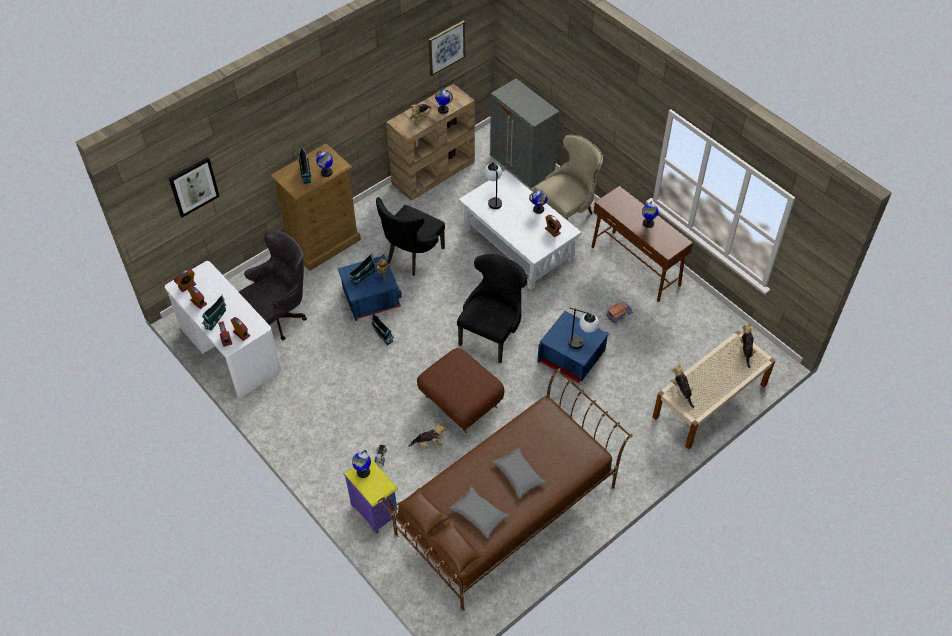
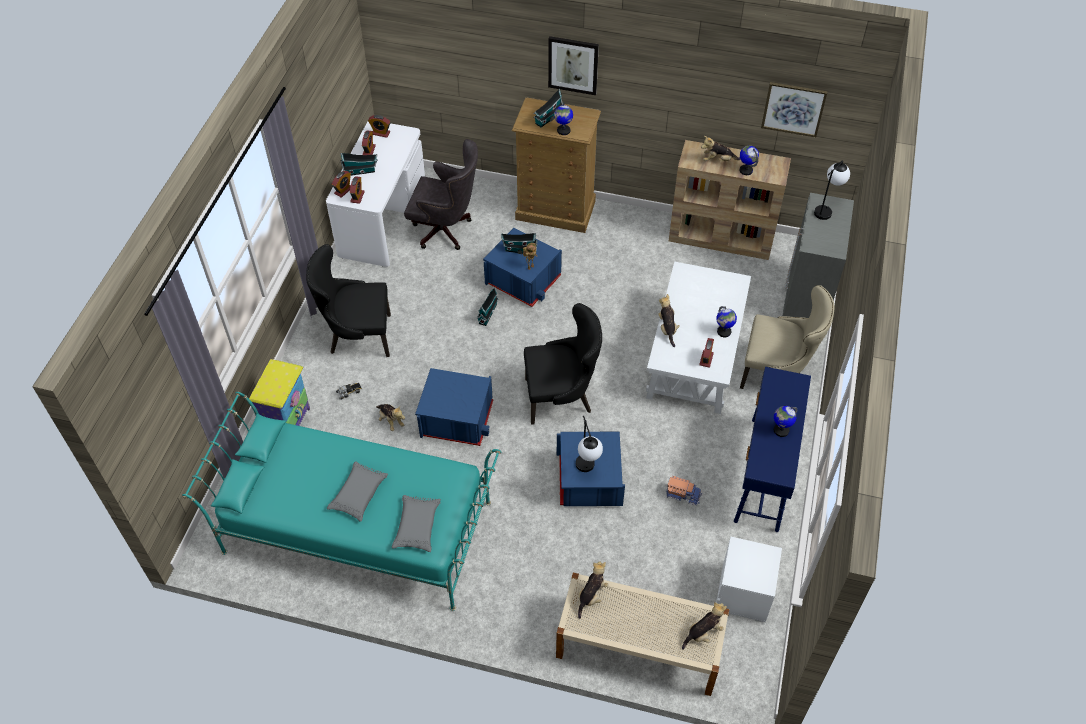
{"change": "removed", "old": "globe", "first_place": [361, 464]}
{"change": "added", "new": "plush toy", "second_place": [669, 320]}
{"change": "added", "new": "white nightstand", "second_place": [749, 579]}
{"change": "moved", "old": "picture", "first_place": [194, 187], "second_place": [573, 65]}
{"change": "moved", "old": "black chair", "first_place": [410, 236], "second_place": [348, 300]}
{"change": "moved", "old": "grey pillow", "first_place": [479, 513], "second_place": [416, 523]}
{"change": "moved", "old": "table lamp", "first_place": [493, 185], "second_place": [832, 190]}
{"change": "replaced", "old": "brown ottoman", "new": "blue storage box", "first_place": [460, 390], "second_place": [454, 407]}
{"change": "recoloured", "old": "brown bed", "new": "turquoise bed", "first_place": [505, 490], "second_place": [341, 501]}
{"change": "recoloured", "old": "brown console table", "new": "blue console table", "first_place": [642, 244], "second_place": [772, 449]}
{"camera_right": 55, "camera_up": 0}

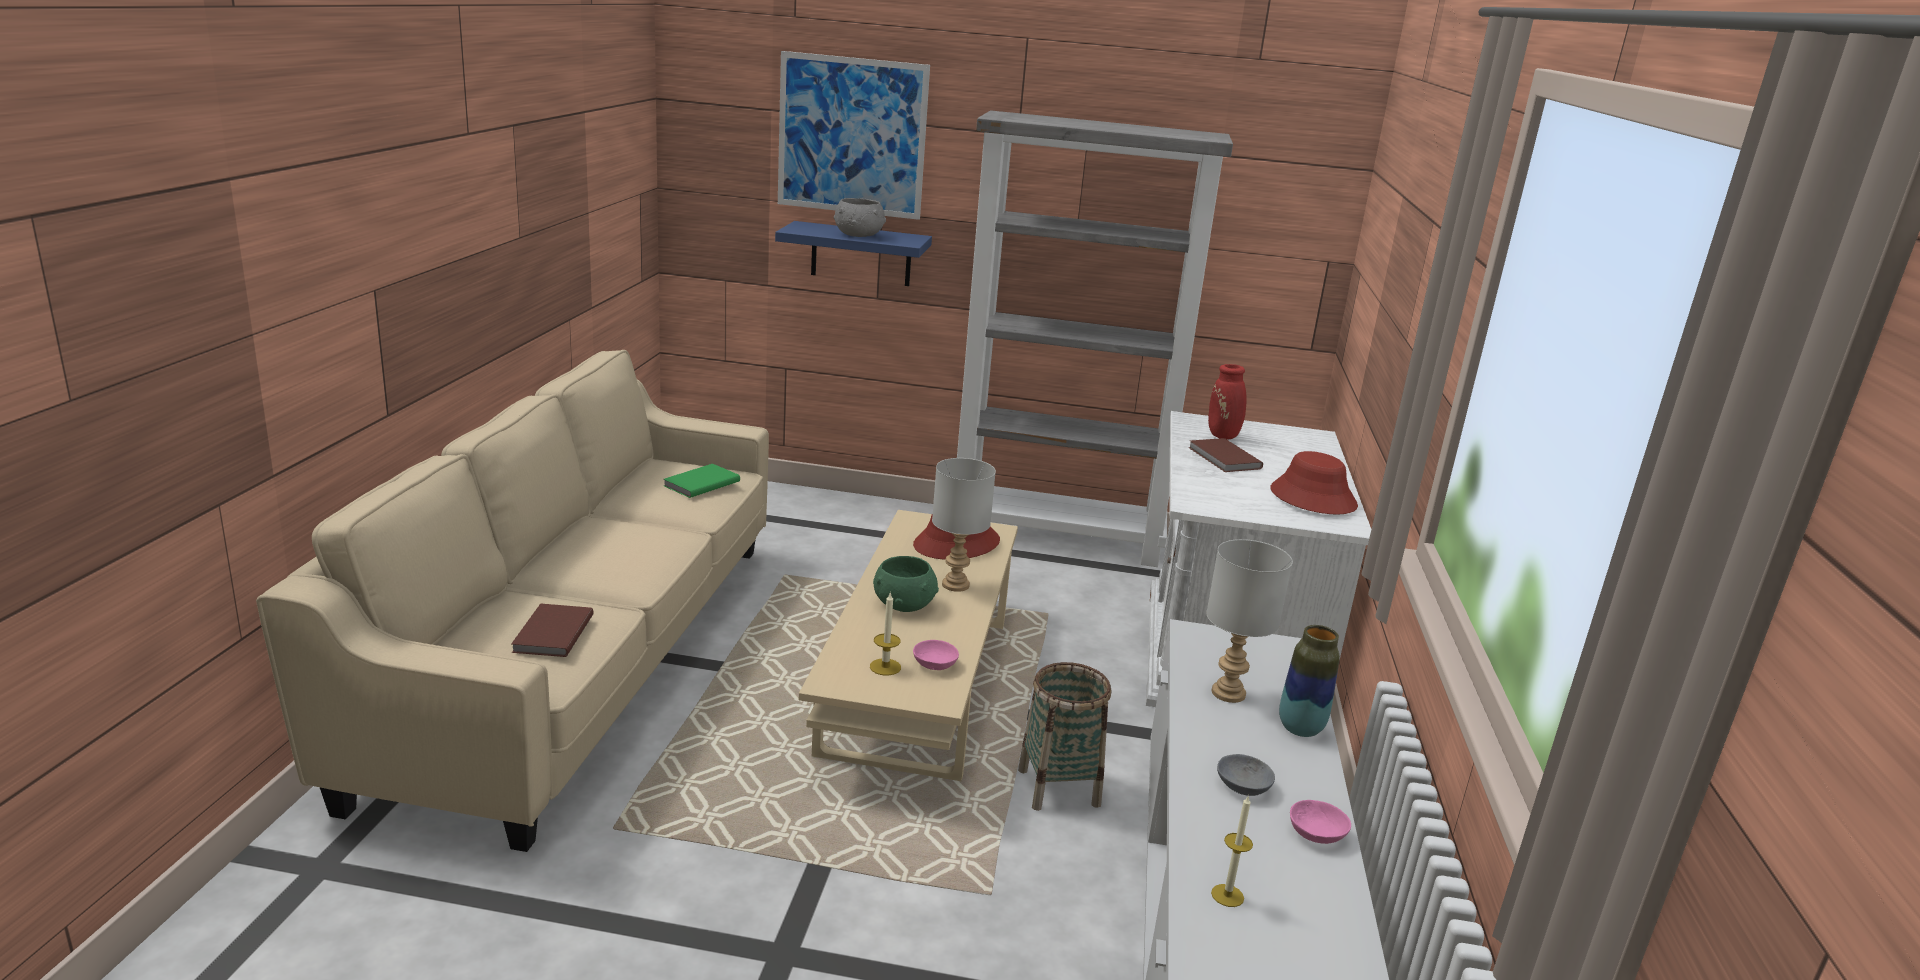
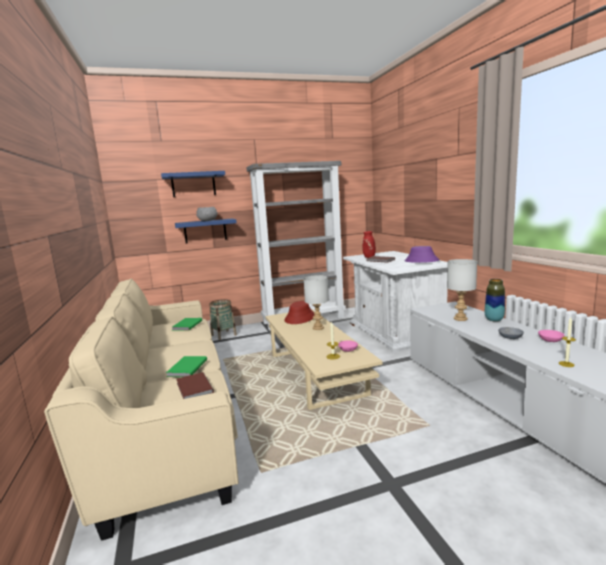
{"change": "removed", "old": "green bowl", "first_place": [906, 584]}
{"change": "added", "new": "green book", "second_place": [186, 366]}
{"change": "moved", "old": "basket", "first_place": [1064, 736], "second_place": [223, 319]}
{"change": "replaced", "old": "picture", "new": "blue shelf", "first_place": [854, 135], "second_place": [193, 184]}
{"change": "recoloured", "old": "red hat", "new": "purple hat", "first_place": [1314, 483], "second_place": [422, 254]}
{"camera_right": -25, "camera_up": -10}

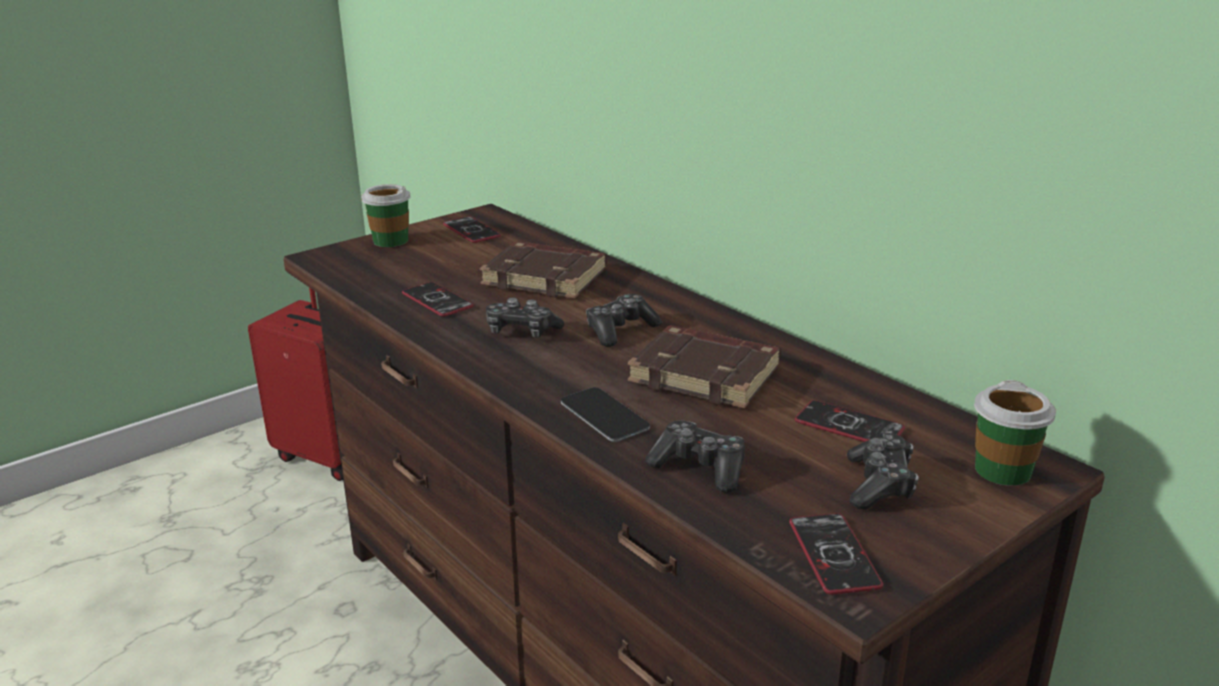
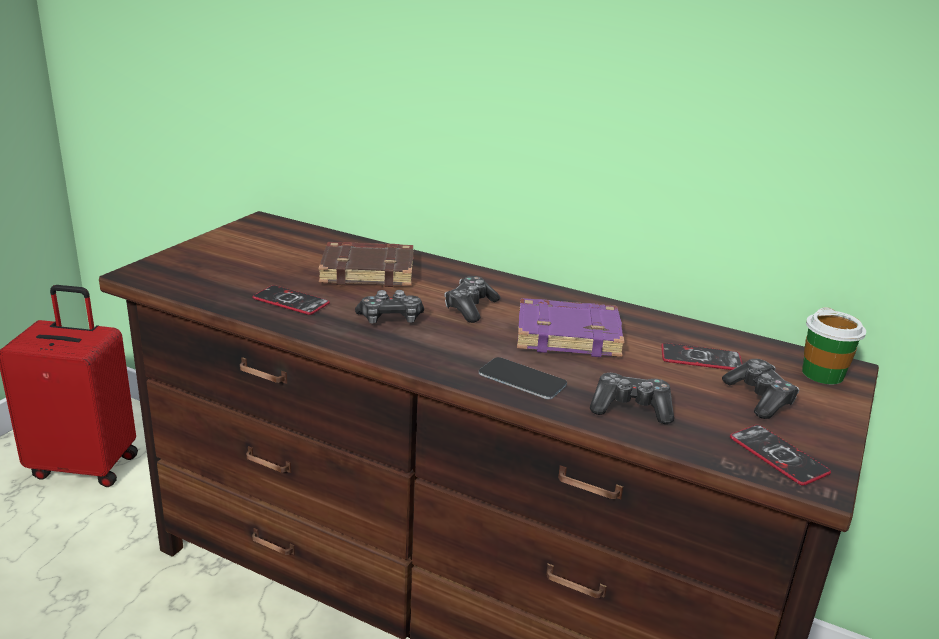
{"change": "removed", "old": "cup", "first_place": [386, 215]}
{"change": "removed", "old": "phone", "first_place": [472, 229]}
{"change": "recoloured", "old": "brown book", "new": "purple book", "first_place": [704, 366], "second_place": [571, 327]}
{"camera_right": -25, "camera_up": 0}

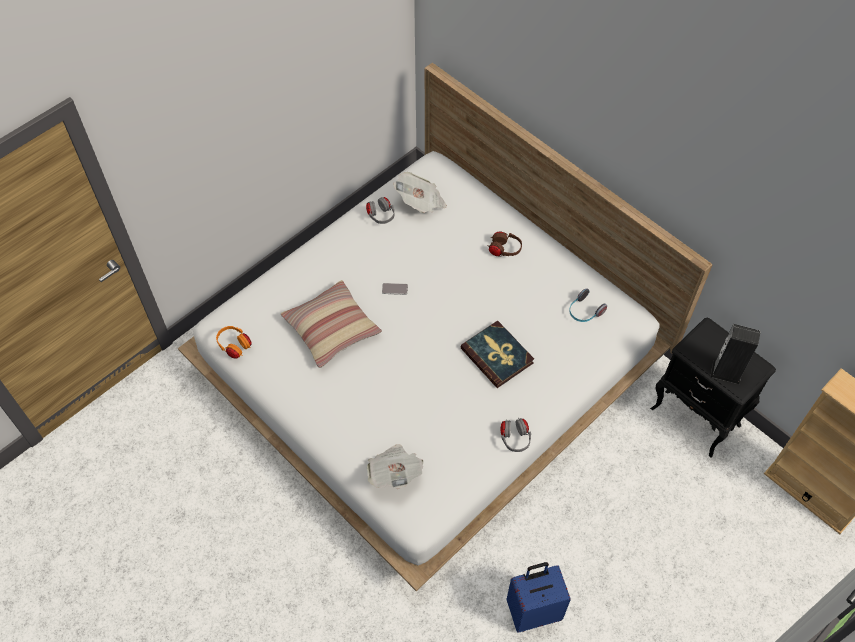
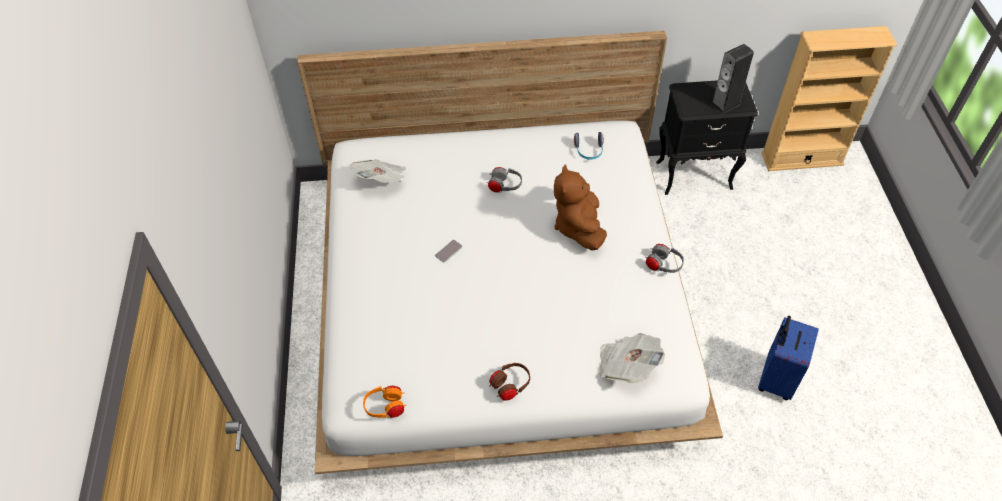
{"change": "removed", "old": "pillow", "first_place": [331, 324]}
{"change": "moved", "old": "grey headphones", "first_place": [380, 210], "second_place": [504, 180]}
{"change": "moved", "old": "brown headphones", "first_place": [505, 244], "second_place": [509, 382]}
{"change": "replaced", "old": "book", "new": "brown plush toy", "first_place": [497, 354], "second_place": [580, 207]}
{"camera_right": -50, "camera_up": -5}

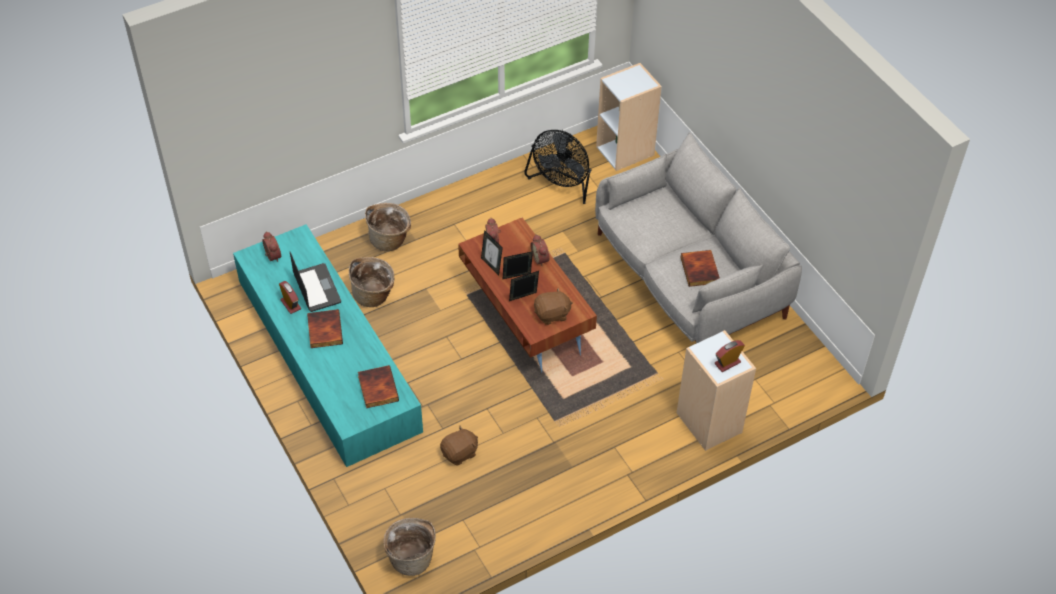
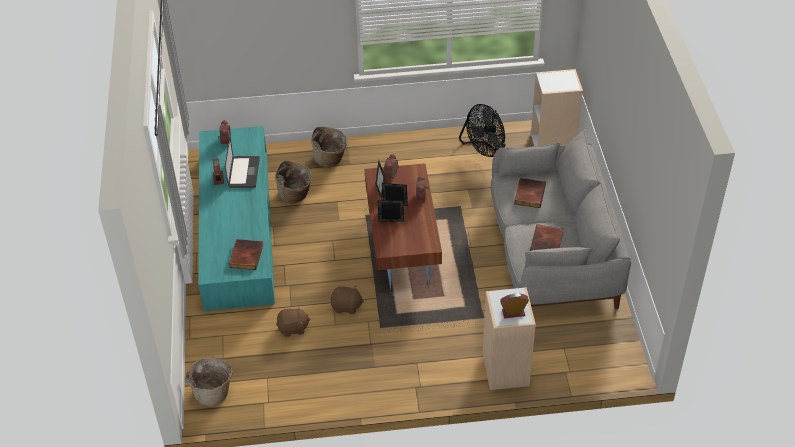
{"change": "moved", "old": "book", "first_place": [325, 328], "second_place": [530, 193]}
{"change": "moved", "old": "brown plush toy", "first_place": [553, 306], "second_place": [347, 300]}
{"camera_right": 25, "camera_up": -5}

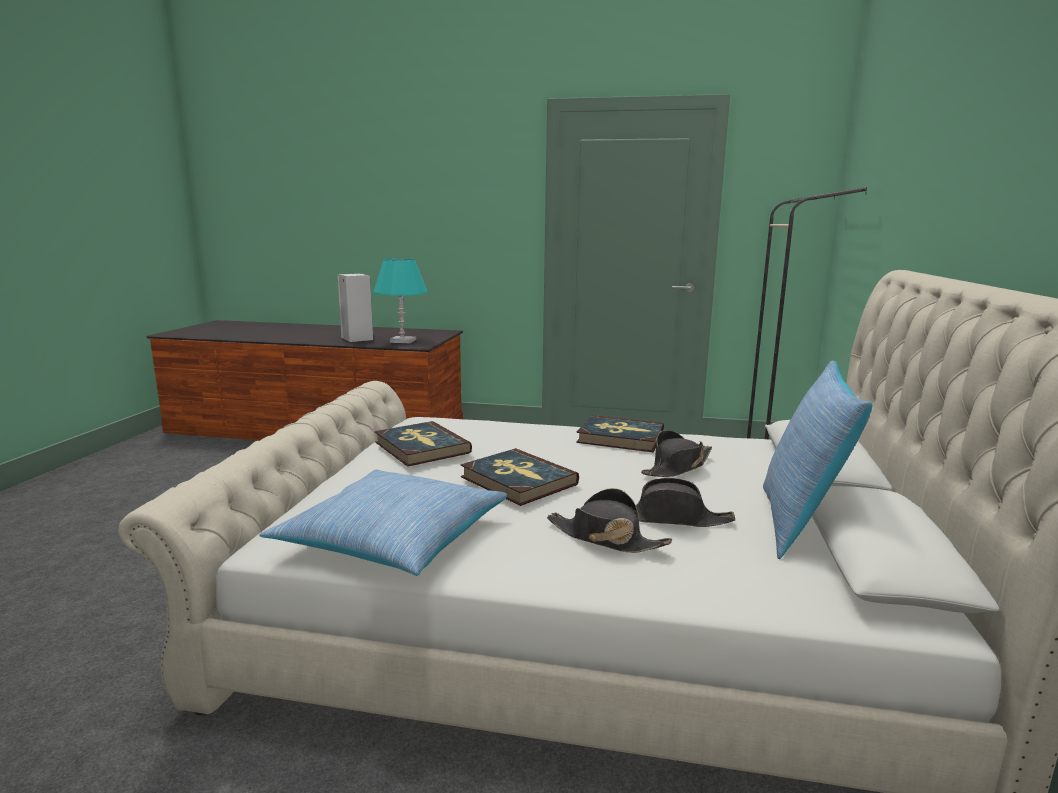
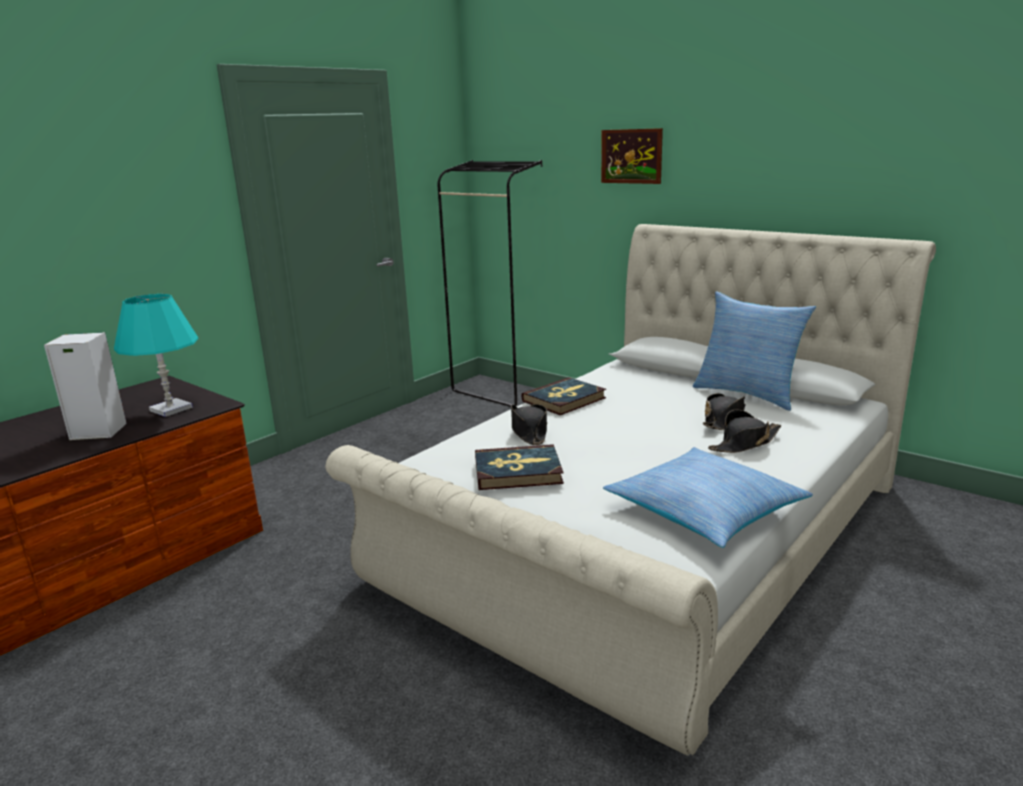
{"change": "removed", "old": "book", "first_place": [520, 477]}
{"change": "added", "new": "picture", "second_place": [632, 156]}
{"change": "moved", "old": "black hat", "first_place": [676, 453], "second_place": [529, 424]}
{"camera_right": -60, "camera_up": 5}

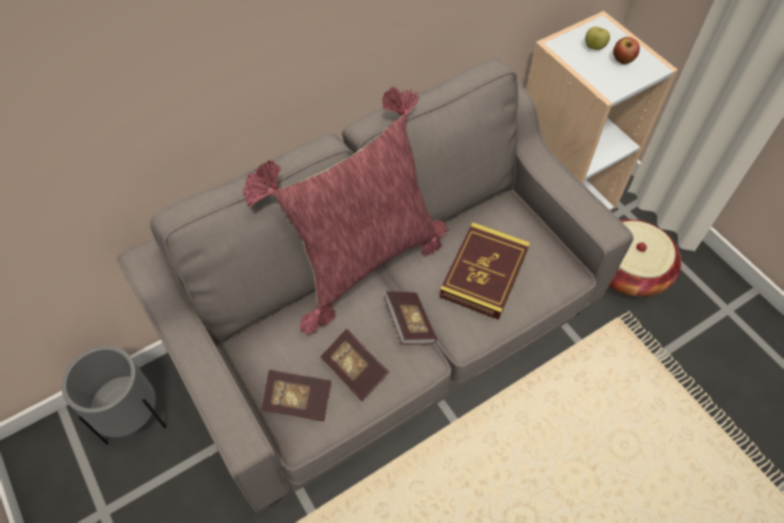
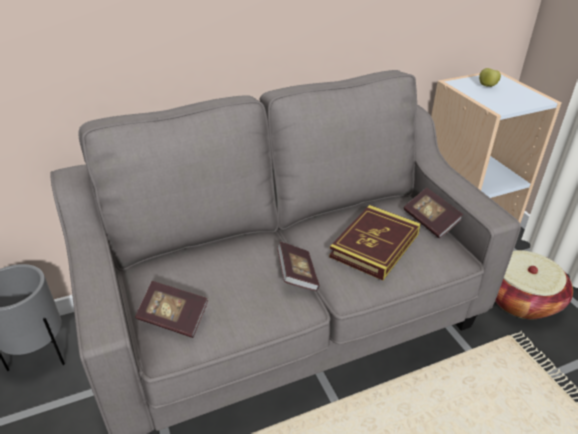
{"change": "removed", "old": "red pillow", "first_place": [346, 211]}
{"change": "removed", "old": "apple", "first_place": [626, 50]}
{"change": "moved", "old": "book", "first_place": [354, 365], "second_place": [433, 213]}
{"camera_right": 10, "camera_up": -20}

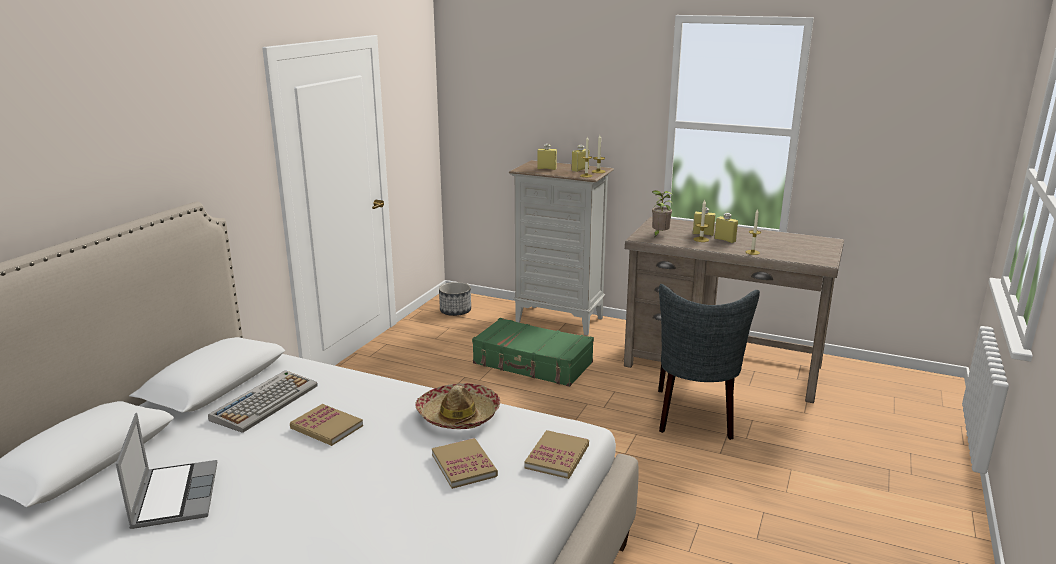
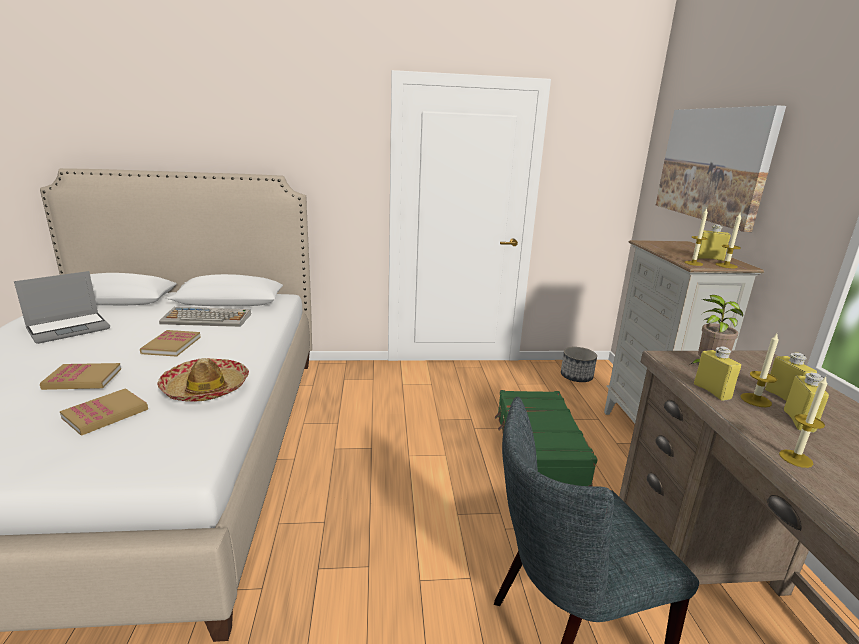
{"change": "added", "new": "picture", "second_place": [721, 168]}
{"change": "moved", "old": "book", "first_place": [556, 454], "second_place": [80, 376]}
{"change": "moved", "old": "yellow bottle", "first_place": [547, 157], "second_place": [717, 373]}
{"camera_right": 60, "camera_up": 0}

